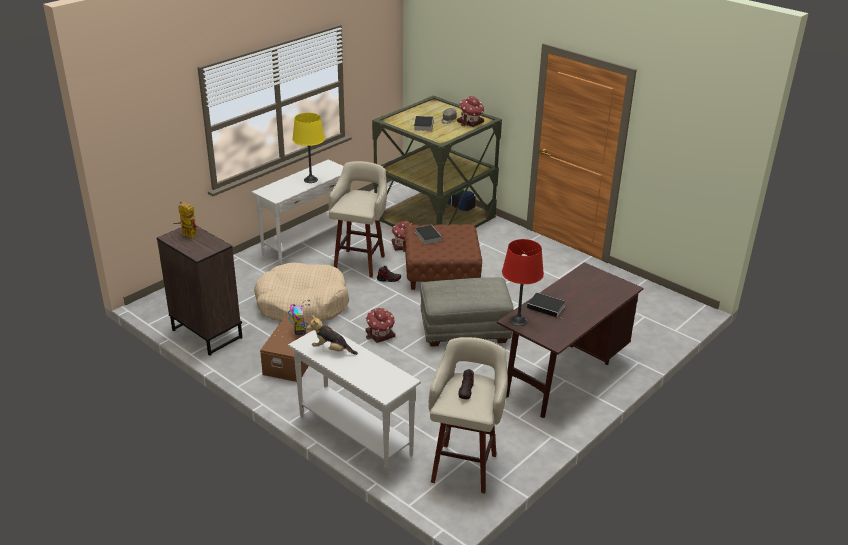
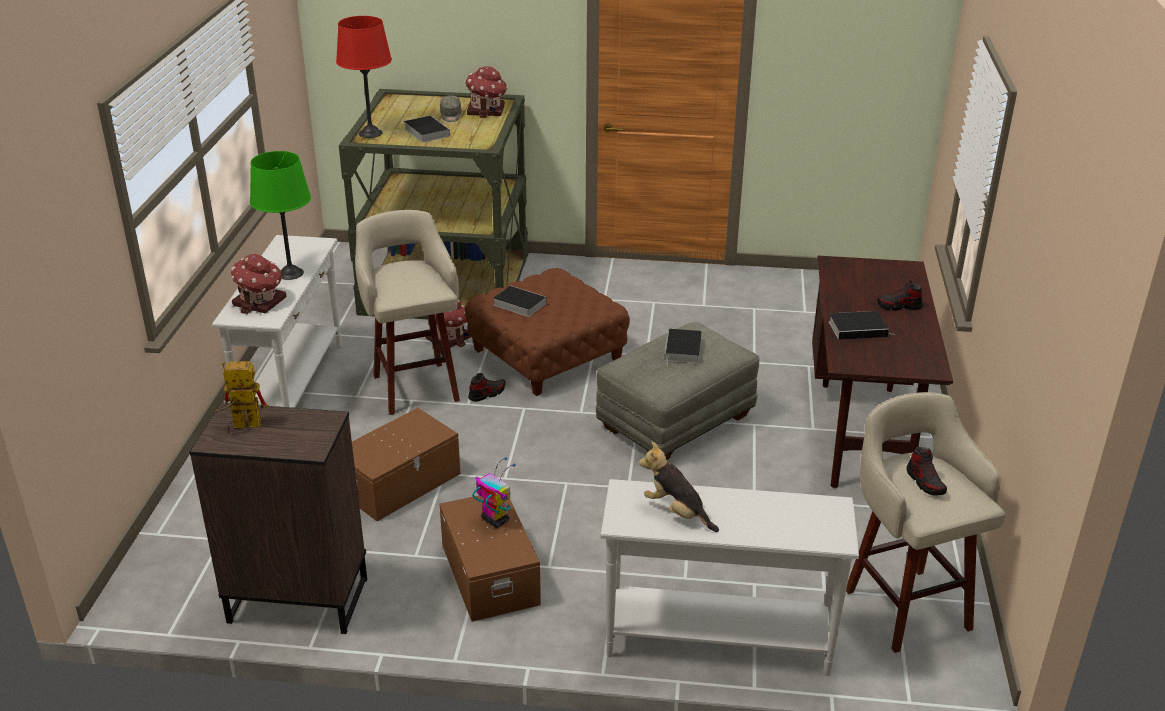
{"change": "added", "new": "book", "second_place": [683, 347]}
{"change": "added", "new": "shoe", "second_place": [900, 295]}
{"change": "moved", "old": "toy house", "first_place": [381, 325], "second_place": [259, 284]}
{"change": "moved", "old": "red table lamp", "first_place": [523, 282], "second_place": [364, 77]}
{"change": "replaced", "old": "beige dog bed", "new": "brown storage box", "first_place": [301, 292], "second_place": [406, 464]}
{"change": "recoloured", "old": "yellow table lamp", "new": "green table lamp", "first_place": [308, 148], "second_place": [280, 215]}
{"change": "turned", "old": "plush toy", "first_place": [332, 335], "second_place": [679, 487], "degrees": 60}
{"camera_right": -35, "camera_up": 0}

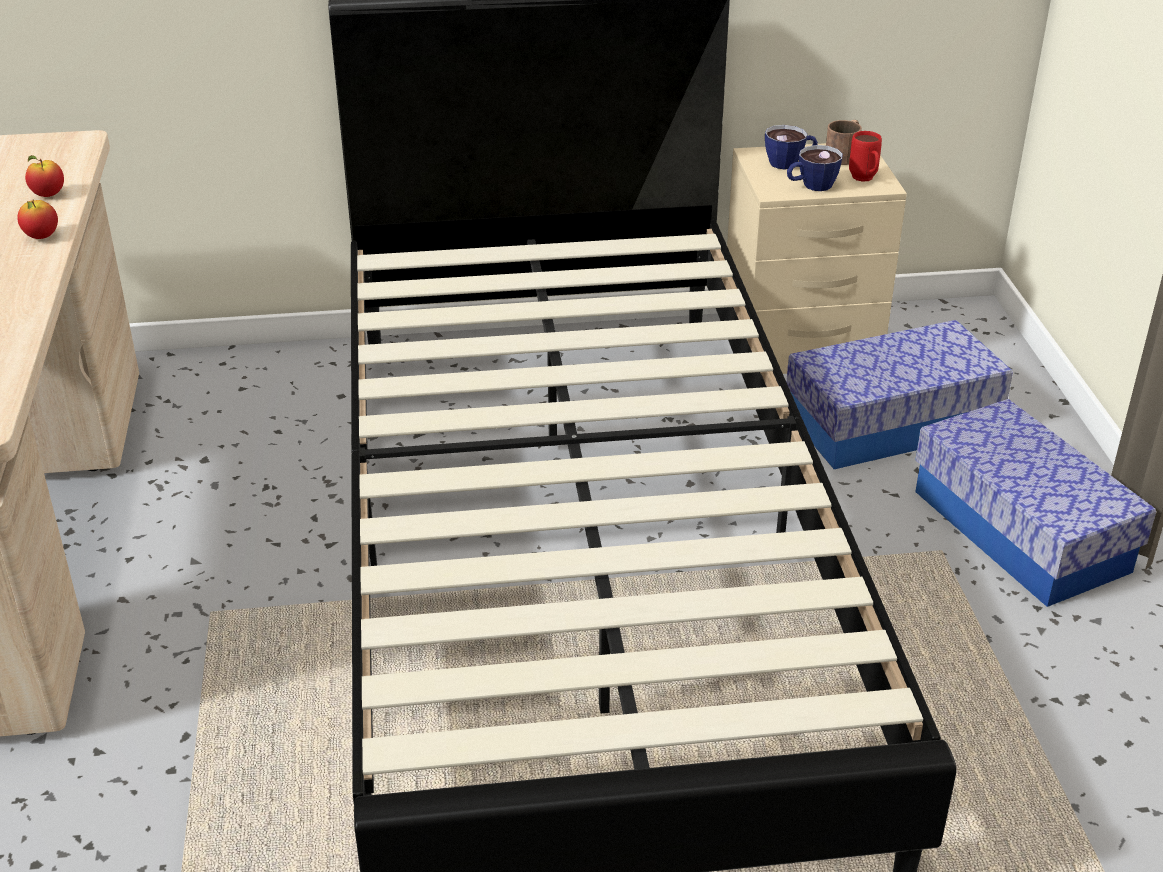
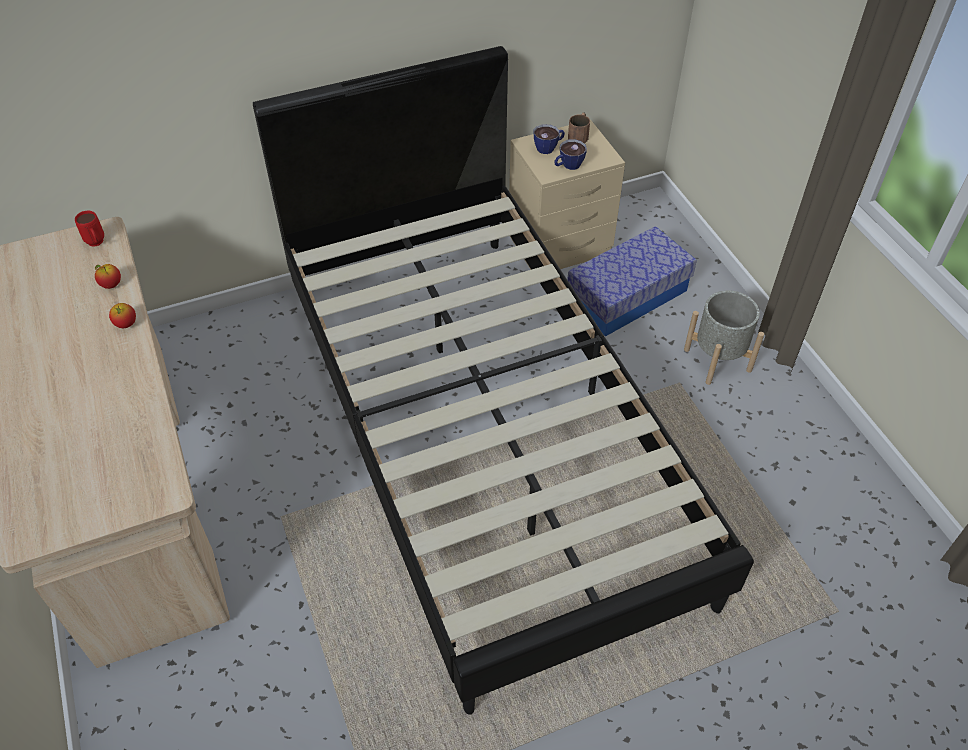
{"change": "moved", "old": "red mug", "first_place": [865, 156], "second_place": [89, 229]}
{"change": "replaced", "old": "storage box", "new": "grey planter", "first_place": [1035, 503], "second_place": [724, 337]}
{"camera_right": -15, "camera_up": 15}

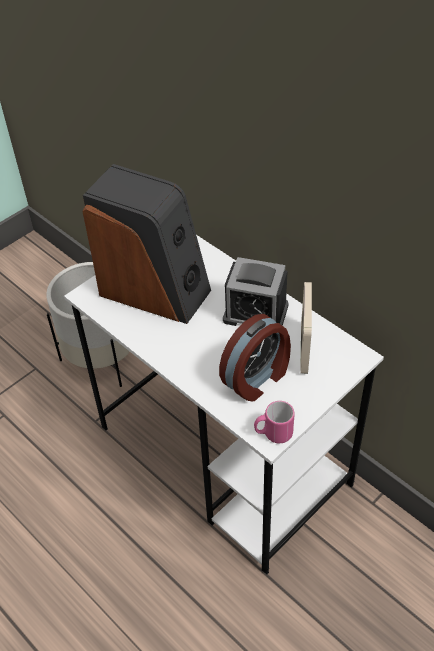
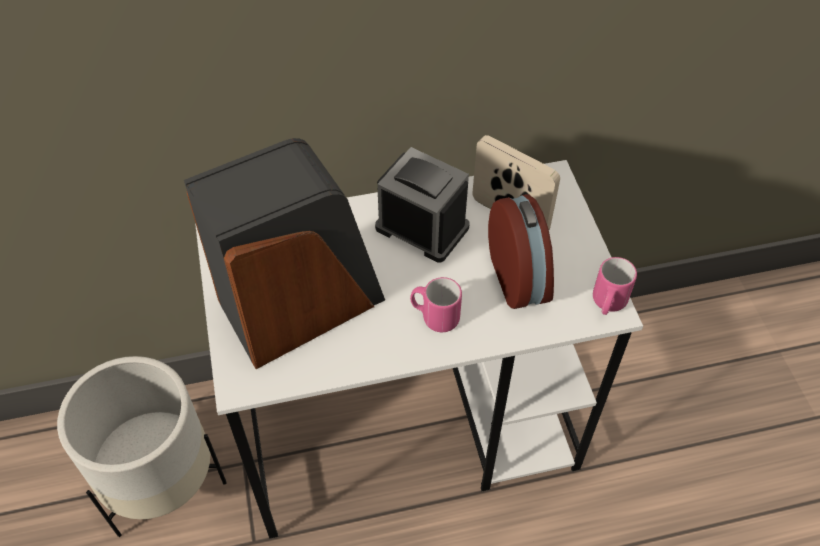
{"change": "added", "new": "pink mug", "second_place": [436, 304]}
{"change": "turned", "old": "alarm clock", "first_place": [256, 291], "second_place": [422, 205], "degrees": -105}
{"camera_right": -60, "camera_up": 5}

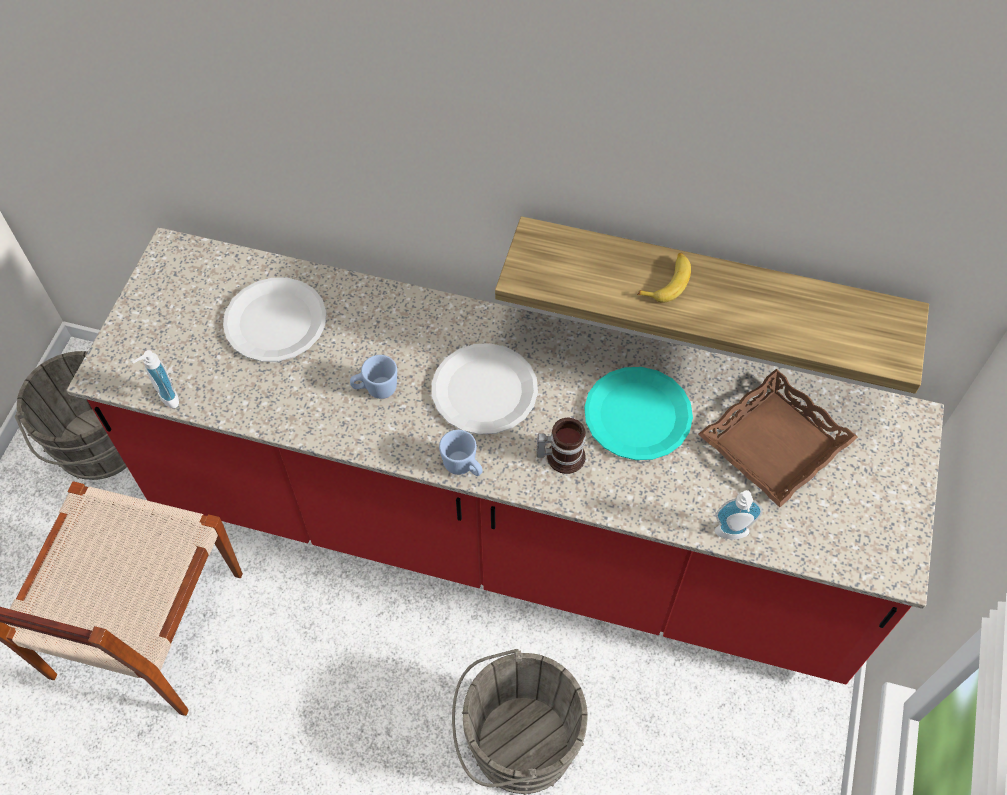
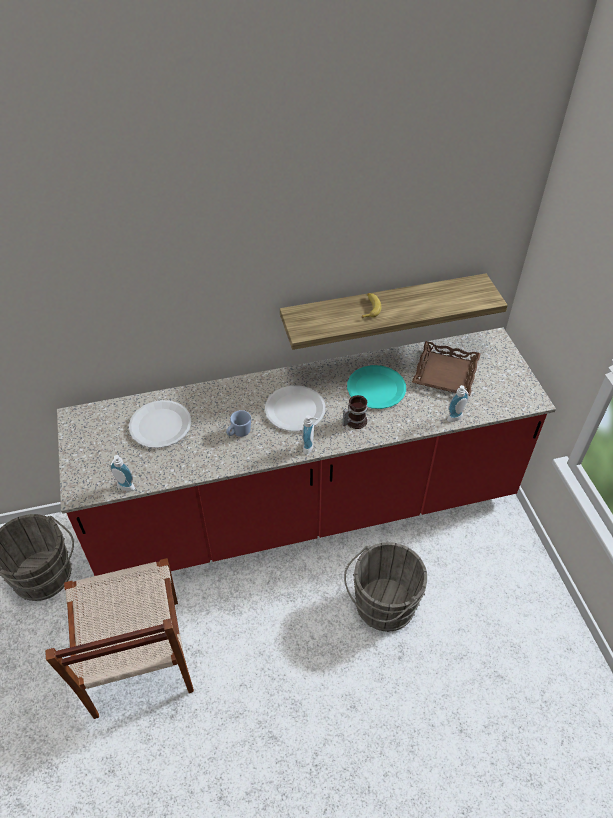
{"change": "replaced", "old": "blue mug", "new": "soap dispenser", "first_place": [461, 453], "second_place": [310, 434]}
{"camera_right": -30, "camera_up": -10}

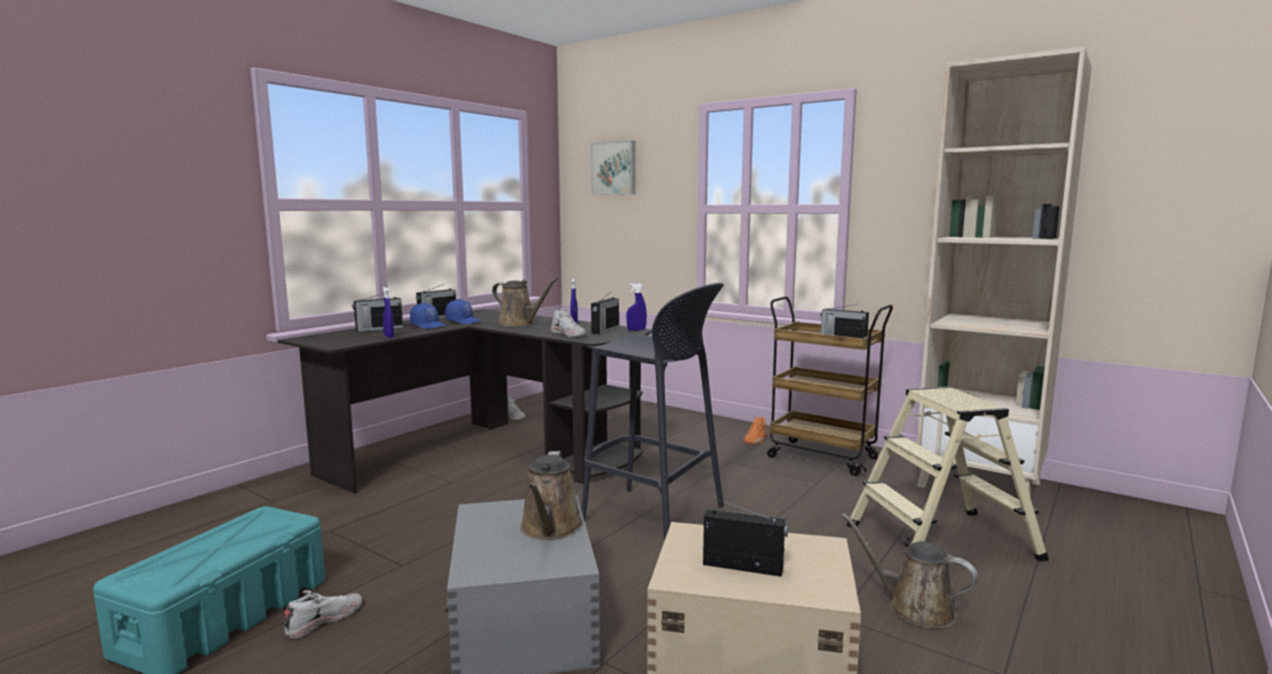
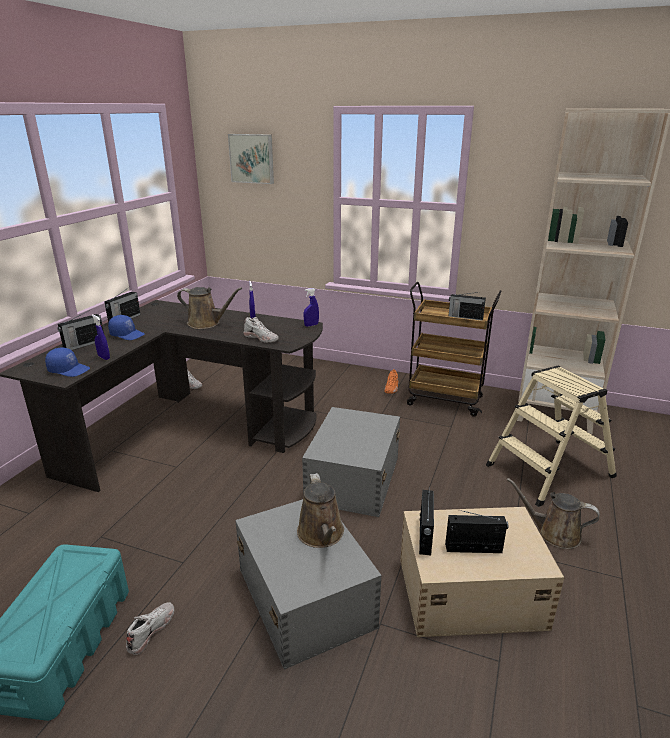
{"change": "moved", "old": "blue cap", "first_place": [463, 311], "second_place": [67, 362]}
{"change": "moved", "old": "radio", "first_place": [605, 312], "second_place": [426, 523]}
{"change": "replaced", "old": "grey stool", "new": "grey storage box", "first_place": [652, 412], "second_place": [351, 462]}
{"camera_right": -15, "camera_up": 15}

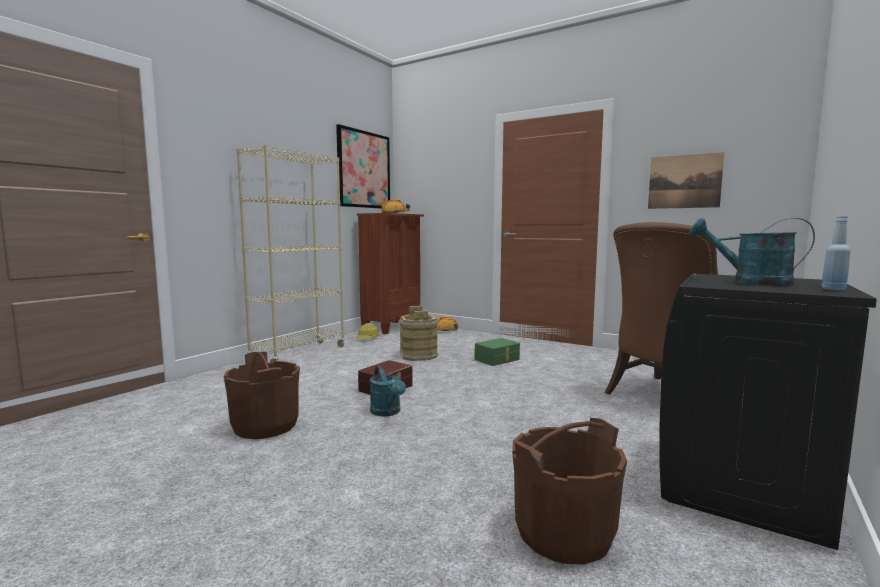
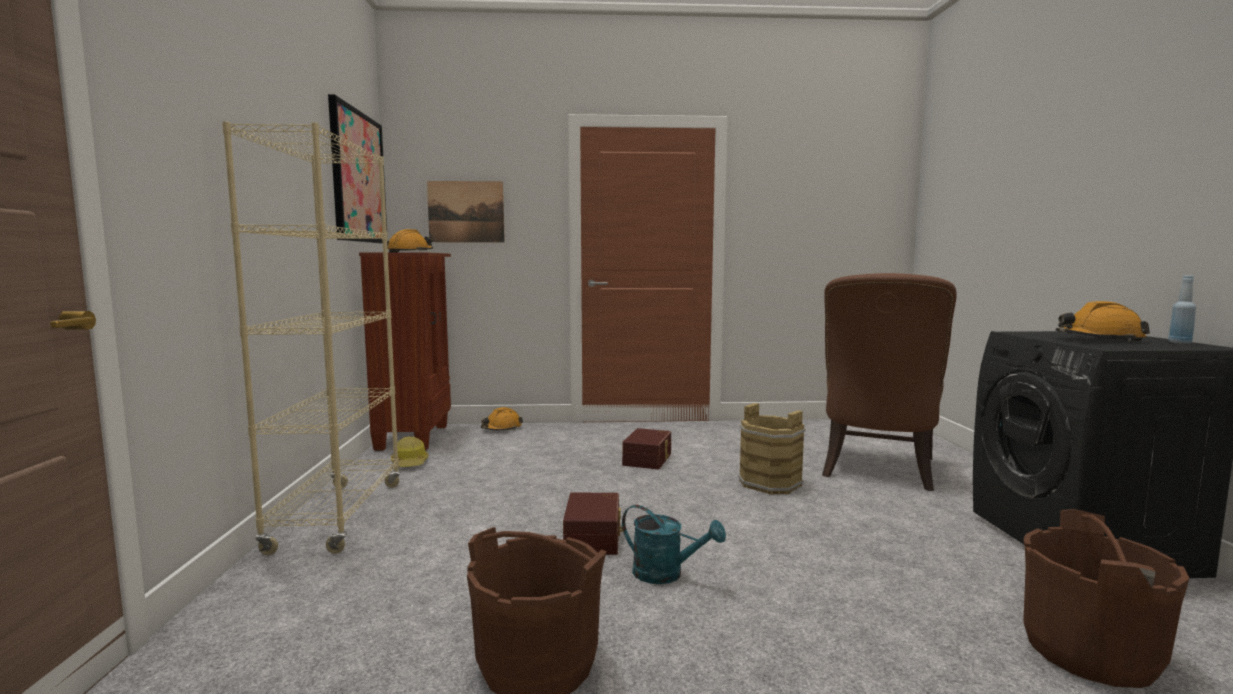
{"change": "moved", "old": "brown bucket", "first_place": [419, 333], "second_place": [772, 449]}
{"change": "moved", "old": "picture", "first_place": [686, 180], "second_place": [466, 211]}
{"change": "replaced", "old": "turquoise watering can", "new": "orange hard hat", "first_place": [752, 252], "second_place": [1102, 321]}
{"change": "recoloured", "old": "green storage box", "new": "brown storage box", "first_place": [497, 352], "second_place": [646, 448]}
{"camera_right": -35, "camera_up": 0}

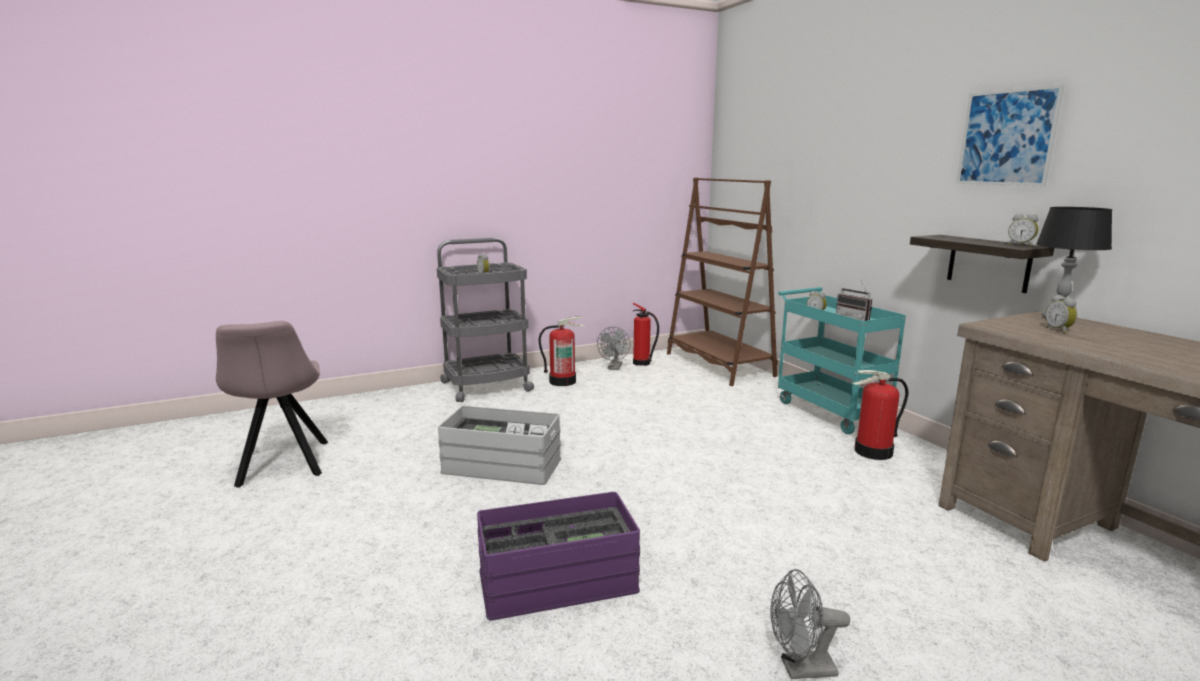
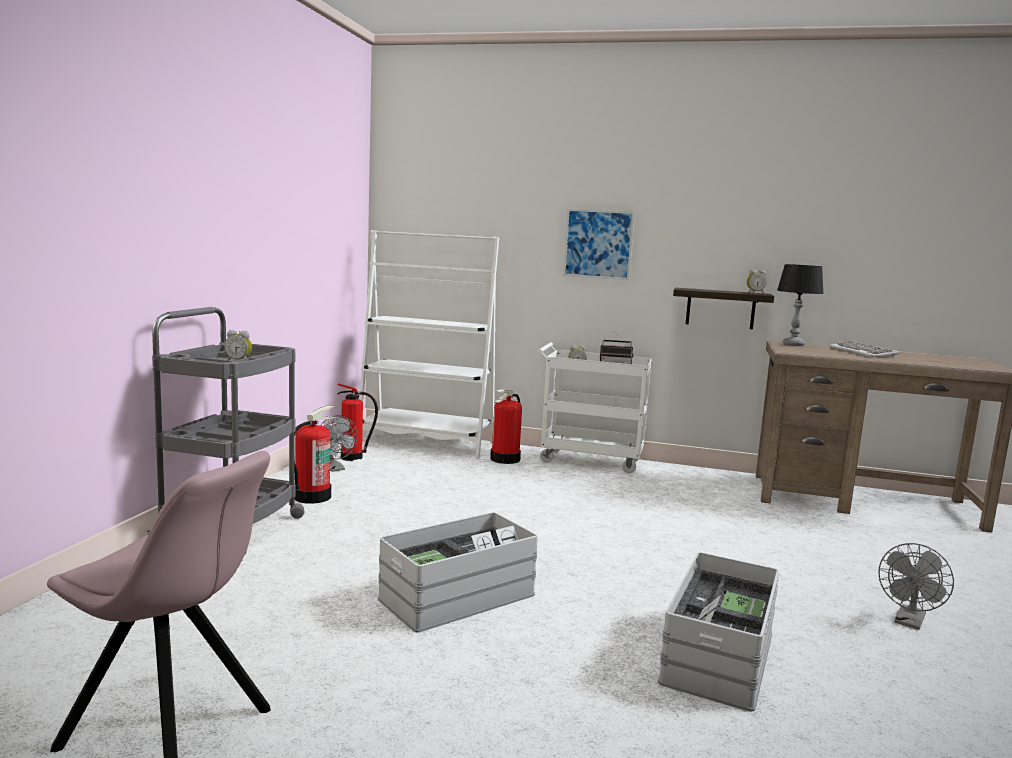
{"change": "removed", "old": "alarm clock", "first_place": [1061, 314]}
{"change": "added", "new": "keyboard", "second_place": [864, 349]}
{"change": "moved", "old": "fire extinguisher", "first_place": [880, 415], "second_place": [506, 426]}
{"change": "moved", "old": "picture", "first_place": [1010, 135], "second_place": [599, 244]}
{"change": "recoloured", "old": "purple storage box", "new": "grey storage box", "first_place": [558, 556], "second_place": [719, 632]}
{"change": "recoloured", "old": "brown bookcase", "new": "white bookcase", "first_place": [722, 281], "second_place": [429, 344]}
{"change": "recoloured", "old": "turquoise cart", "new": "white cart", "first_place": [842, 360], "second_place": [595, 407]}
{"camera_right": -50, "camera_up": -5}

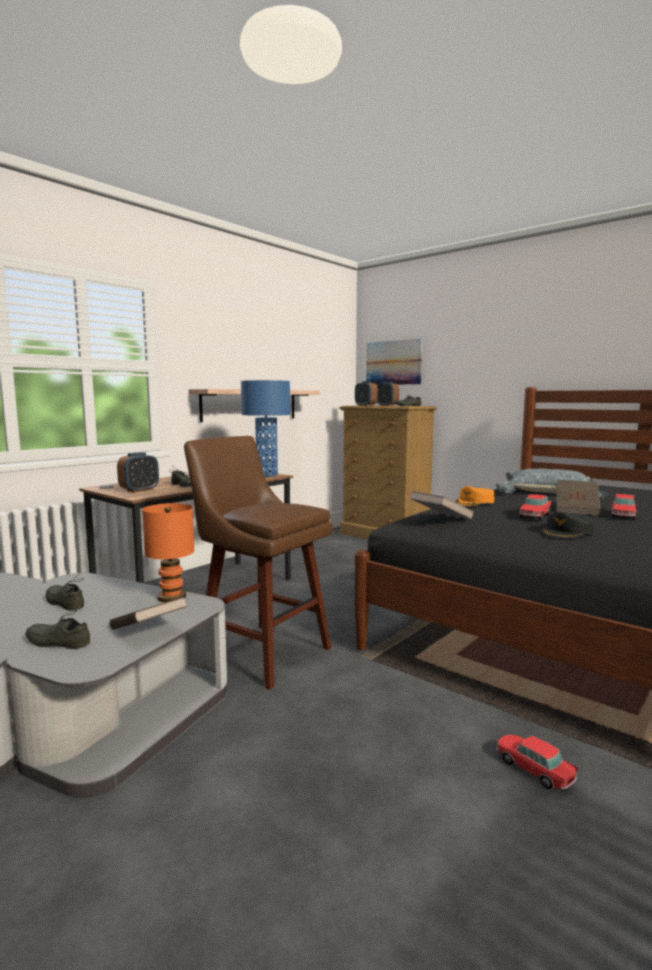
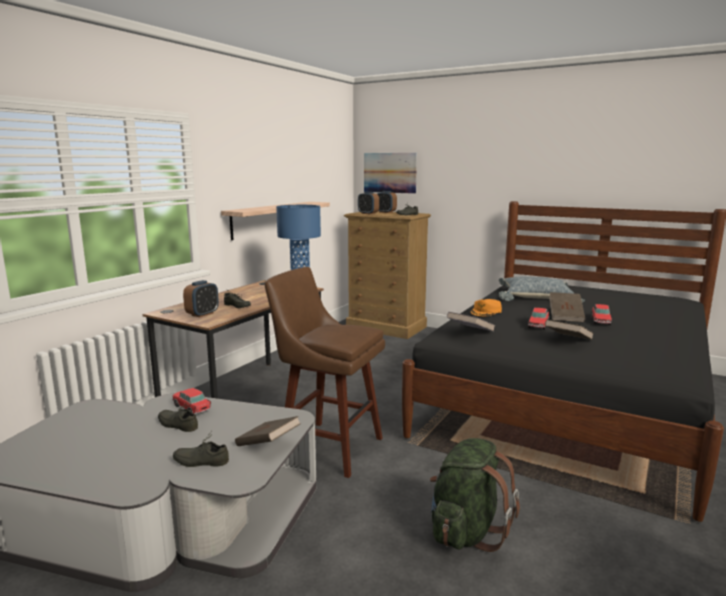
{"change": "removed", "old": "orange table lamp", "first_place": [168, 552]}
{"change": "added", "new": "green backpack", "second_place": [475, 495]}
{"change": "moved", "old": "toy car", "first_place": [537, 762], "second_place": [191, 401]}
{"change": "replaced", "old": "black cap", "new": "brown book", "first_place": [568, 525], "second_place": [569, 329]}
{"camera_right": -10, "camera_up": 5}

